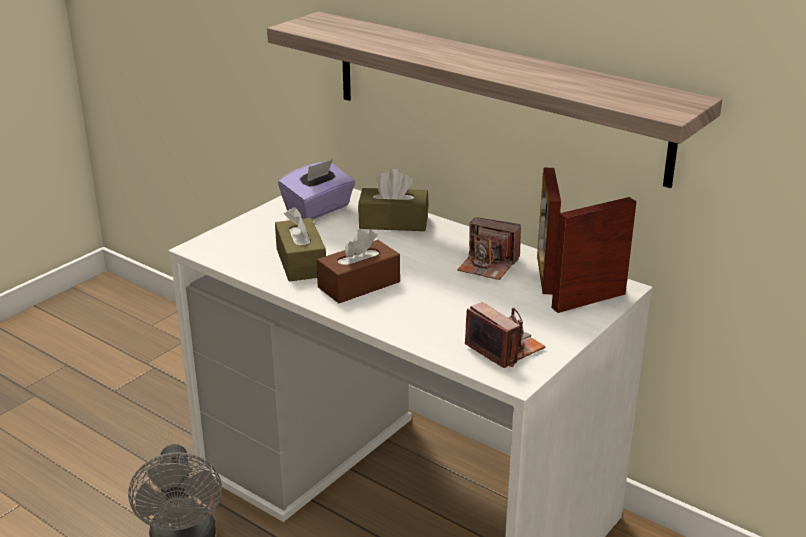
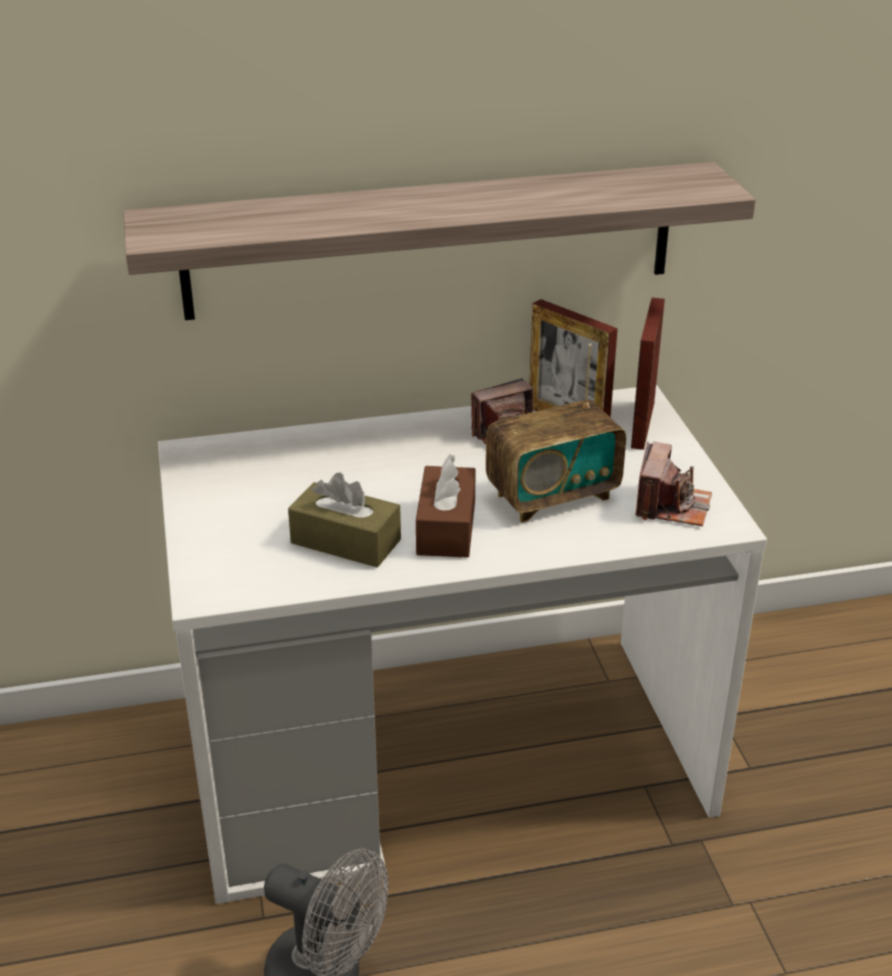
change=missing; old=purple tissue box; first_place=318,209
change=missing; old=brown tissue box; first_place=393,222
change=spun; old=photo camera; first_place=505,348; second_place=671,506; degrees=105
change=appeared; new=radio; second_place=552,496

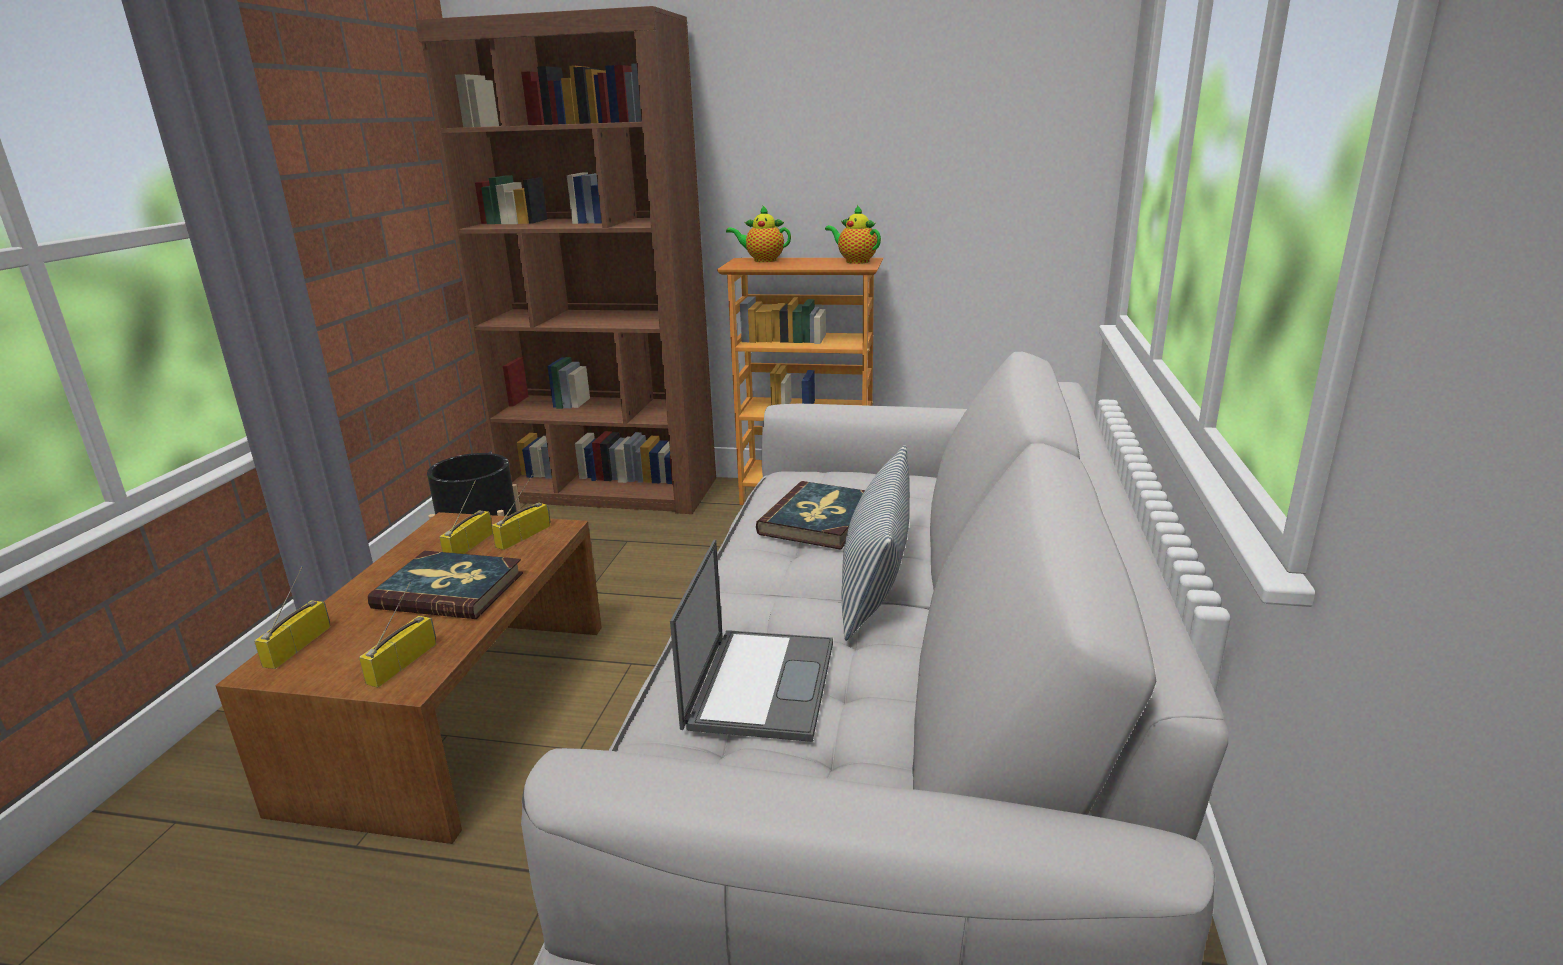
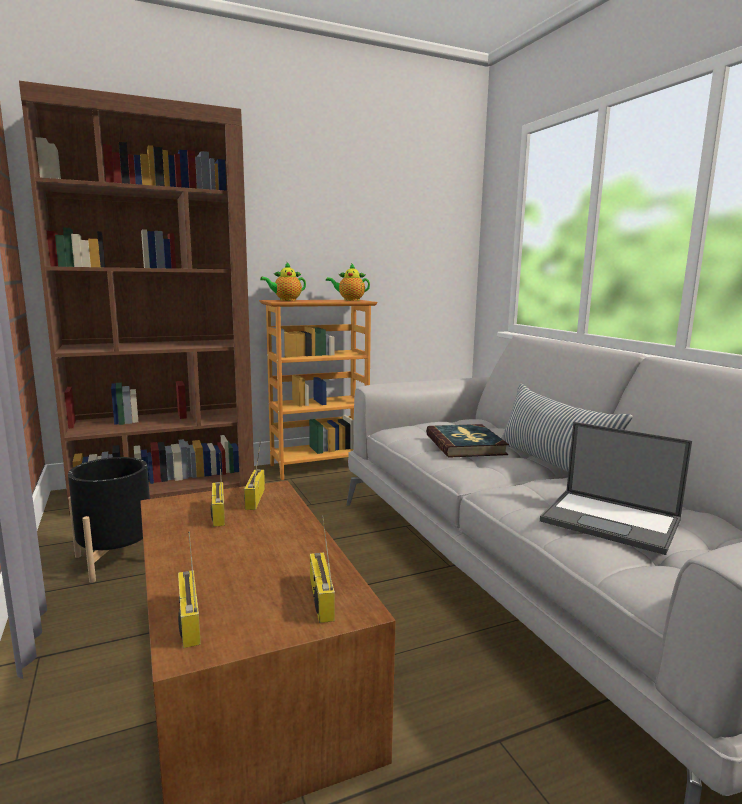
change=spun; old=laptop; first_place=760,682; second_place=612,521; degrees=150
change=missing; old=book; first_place=450,590

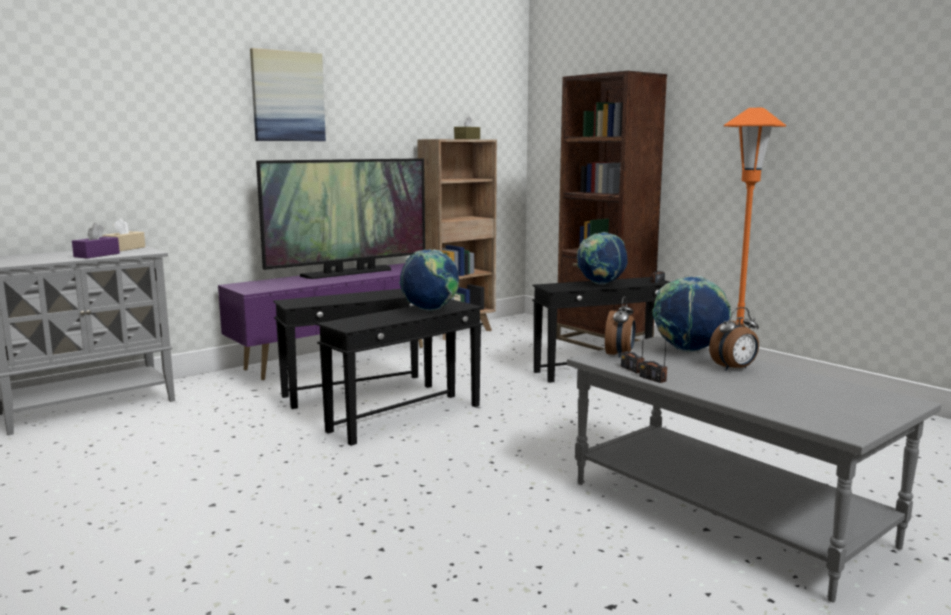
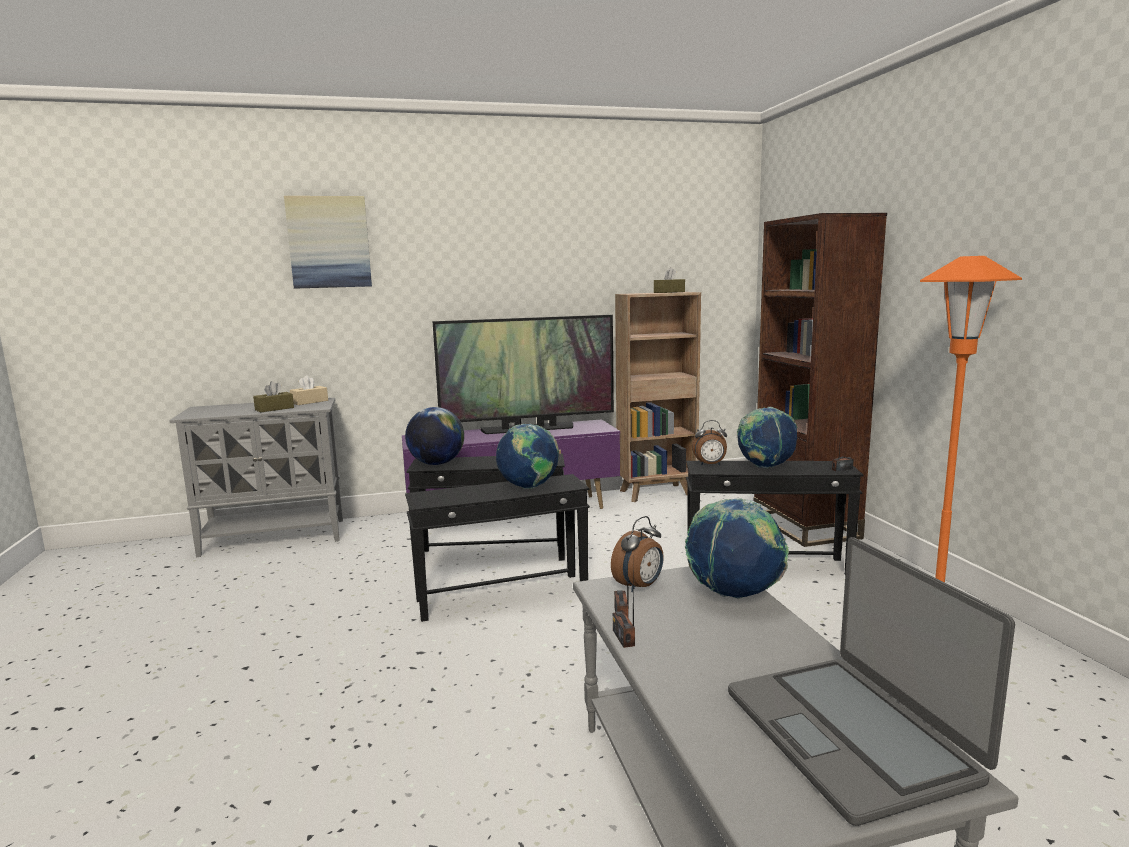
change=relocated; old=picture; first_place=287,96; second_place=329,242
change=colour; old=purple tissue box; new=brown tissue box; first_place=97,255; second_place=274,409
change=relocated; old=alarm clock; first_place=734,369; second_place=710,465
change=appeared; new=globe; second_place=436,463
change=appeared; new=laptop; second_place=849,734

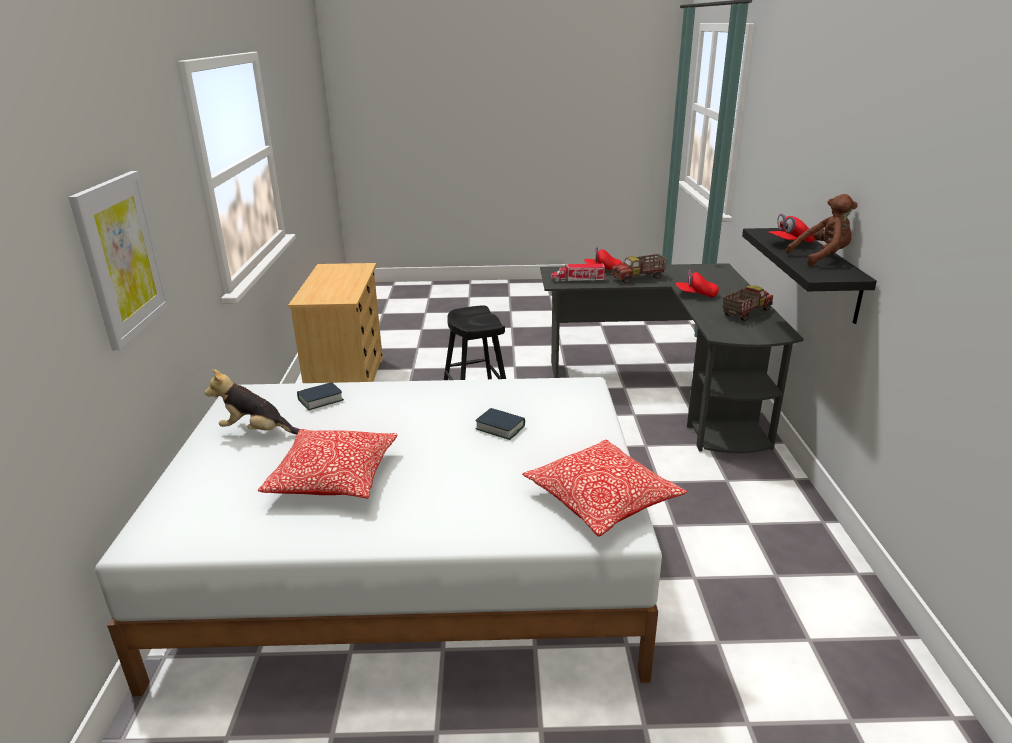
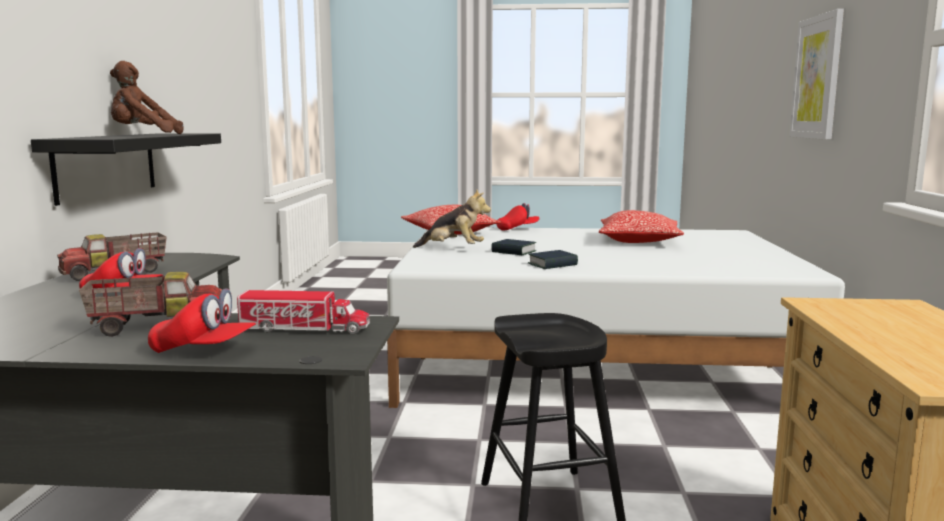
change=relocated; old=red cap; first_place=790,243; second_place=517,229
change=relocated; old=plush toy; first_place=257,431; second_place=453,249
change=relocated; old=book; first_place=320,400; second_place=552,264

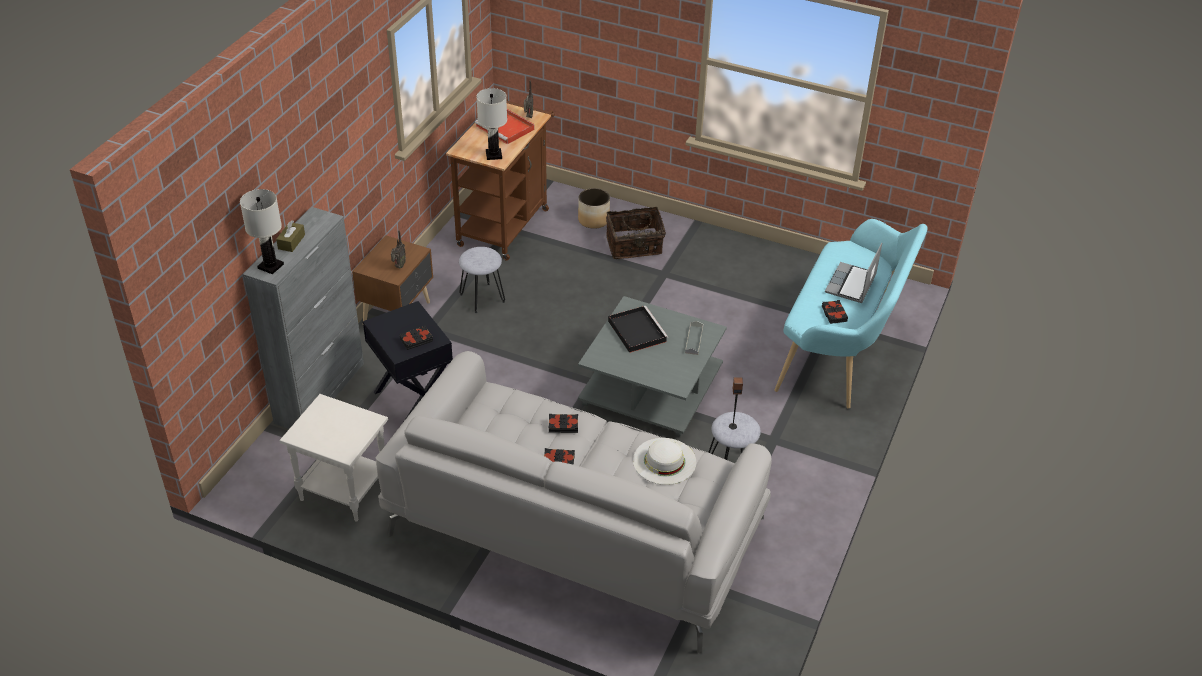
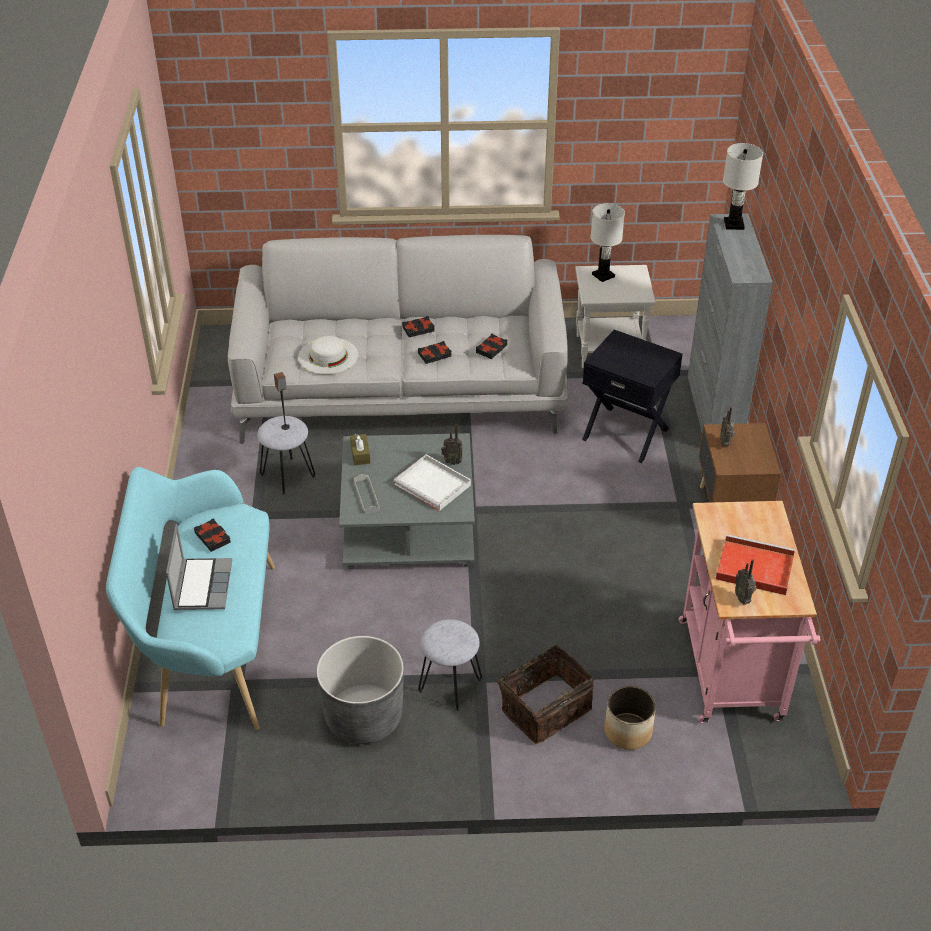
change=relocated; old=white table lamp; first_place=494,155; second_place=603,275
change=colour; old=brown cart; new=pink cart; first_place=506,223; second_place=732,677
change=relocated; old=brown tissue box; first_place=291,242; second_place=360,454
change=relocated; old=grey stool; first_place=482,298; second_place=450,686
change=colour; old=black tray; new=white tray; first_place=636,330; second_place=434,485
change=relocated; old=black book; first_place=416,340; second_place=492,349
change=appeared; new=radio; second_place=452,461
change=appeared; new=grey planter; second_place=364,717

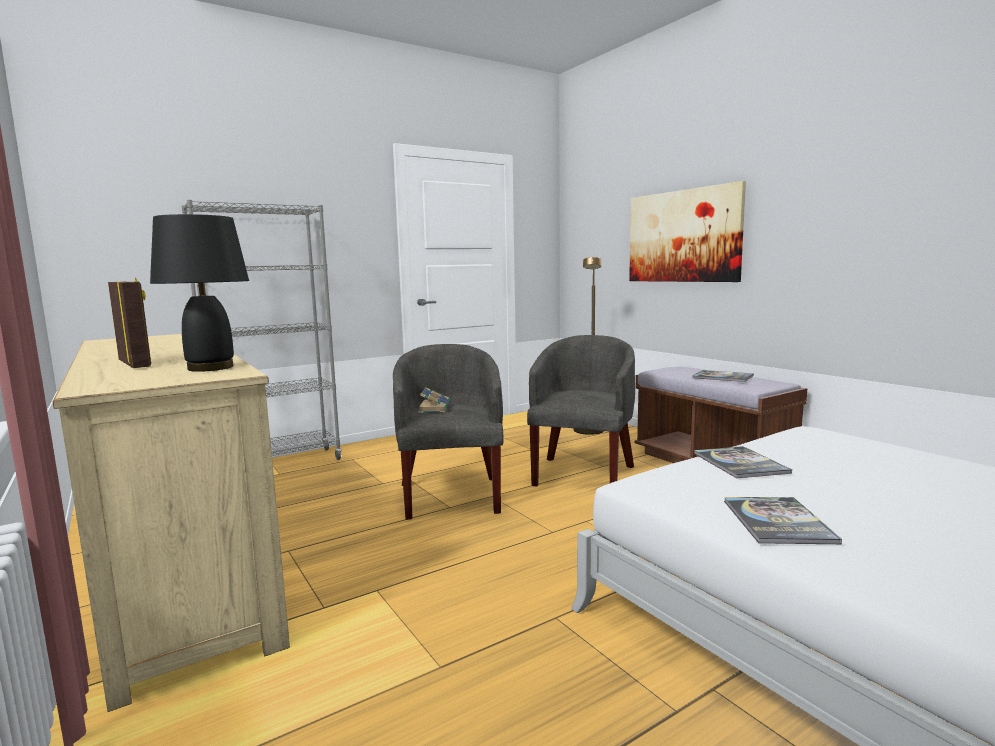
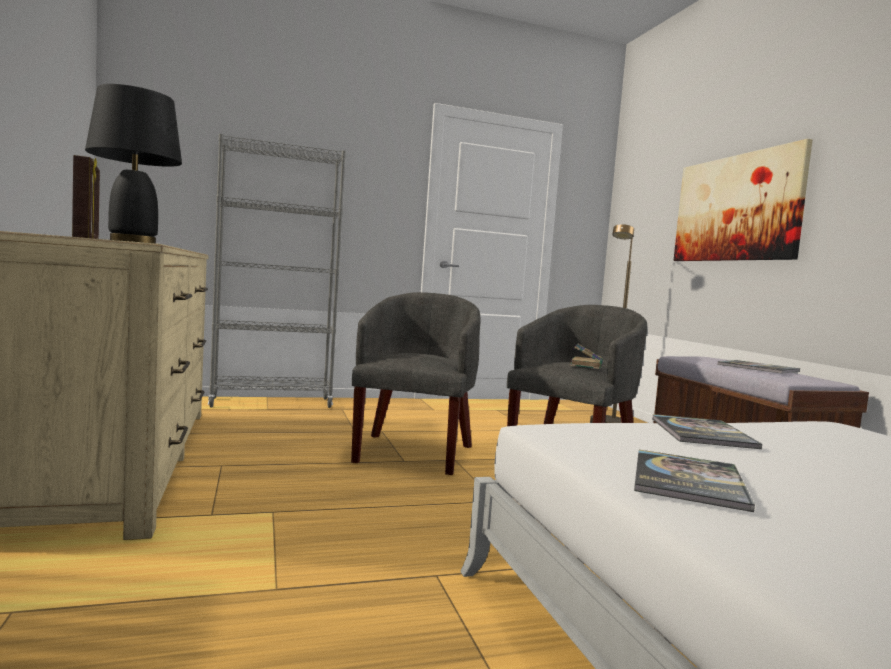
change=relocated; old=book; first_place=434,408; second_place=586,365

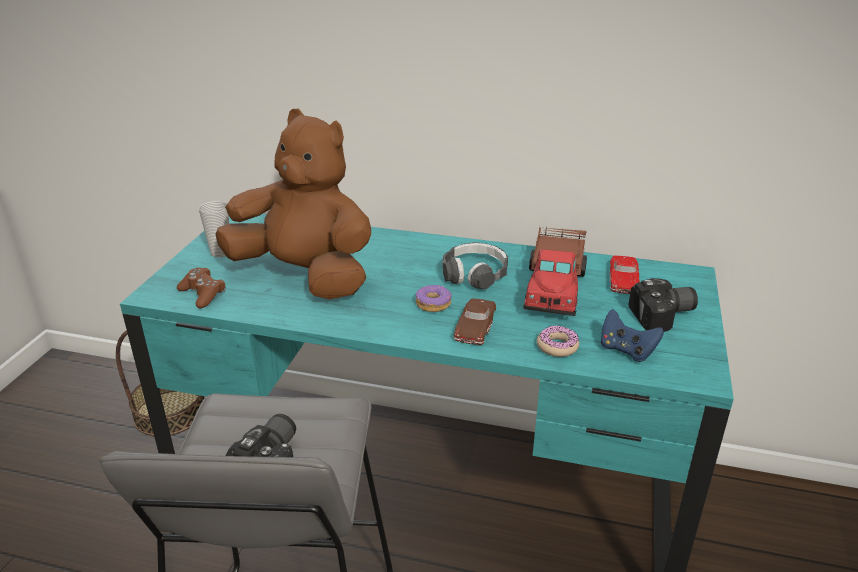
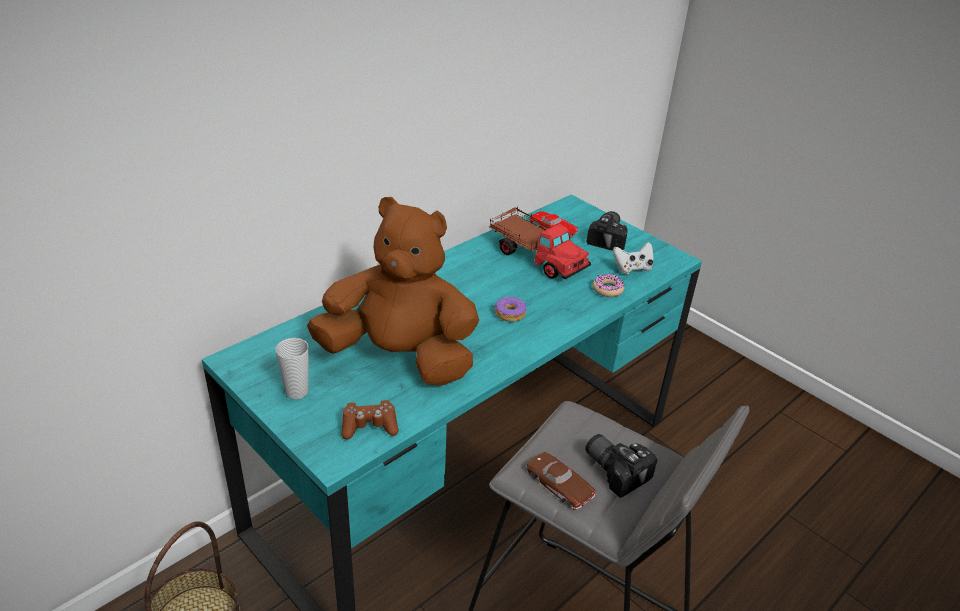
change=spun; old=brown plush toy; first_place=305,276; second_place=400,357; degrees=45
change=missing; old=headphones; first_place=475,274
change=relocated; old=brown toy car; first_place=475,325; second_place=559,484
change=colour; old=blue game controller; new=white game controller; first_place=626,350; second_place=632,268

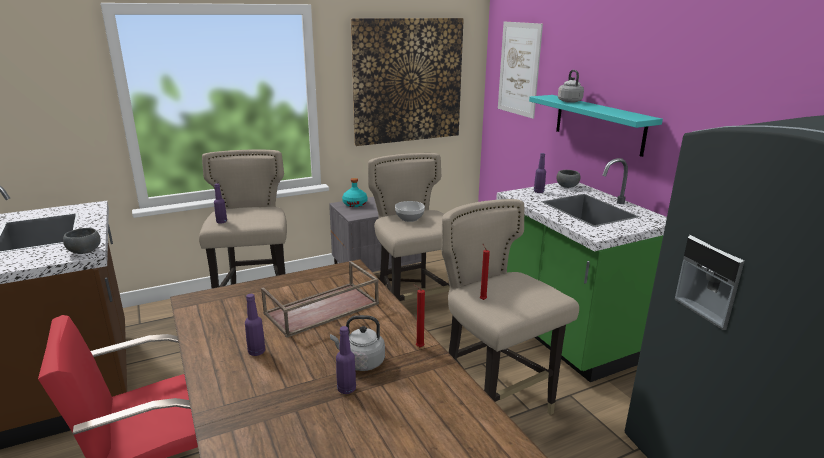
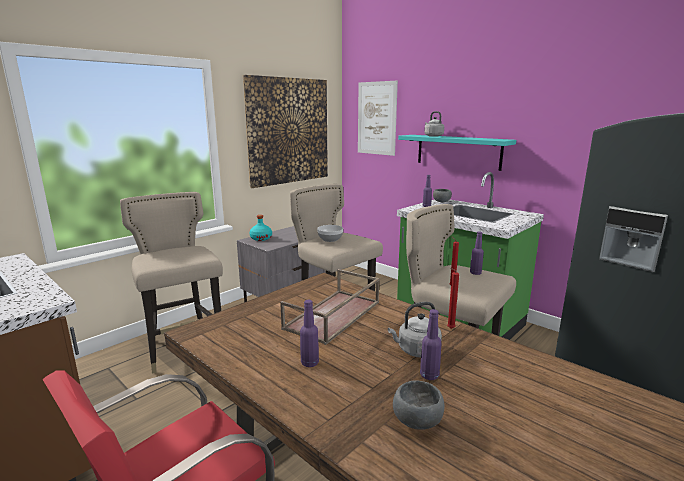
change=relocated; old=purple bottle; first_place=221,222; second_place=475,273
change=relocated; old=grey bowl; first_place=84,252; second_place=418,422

